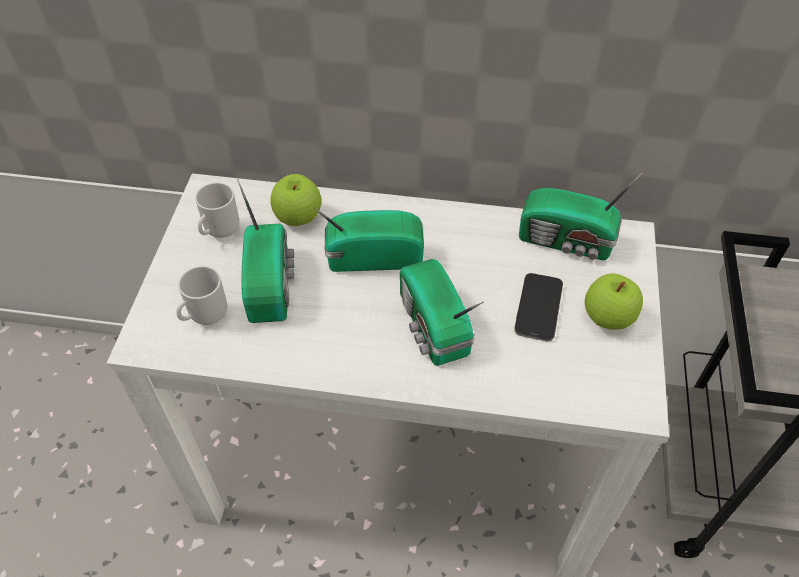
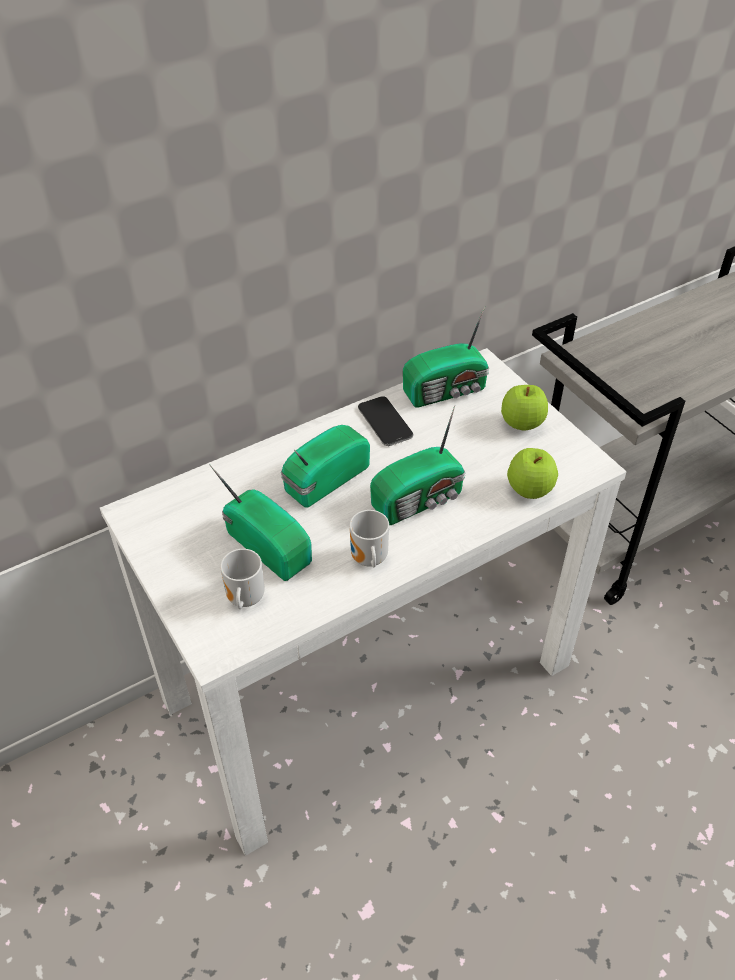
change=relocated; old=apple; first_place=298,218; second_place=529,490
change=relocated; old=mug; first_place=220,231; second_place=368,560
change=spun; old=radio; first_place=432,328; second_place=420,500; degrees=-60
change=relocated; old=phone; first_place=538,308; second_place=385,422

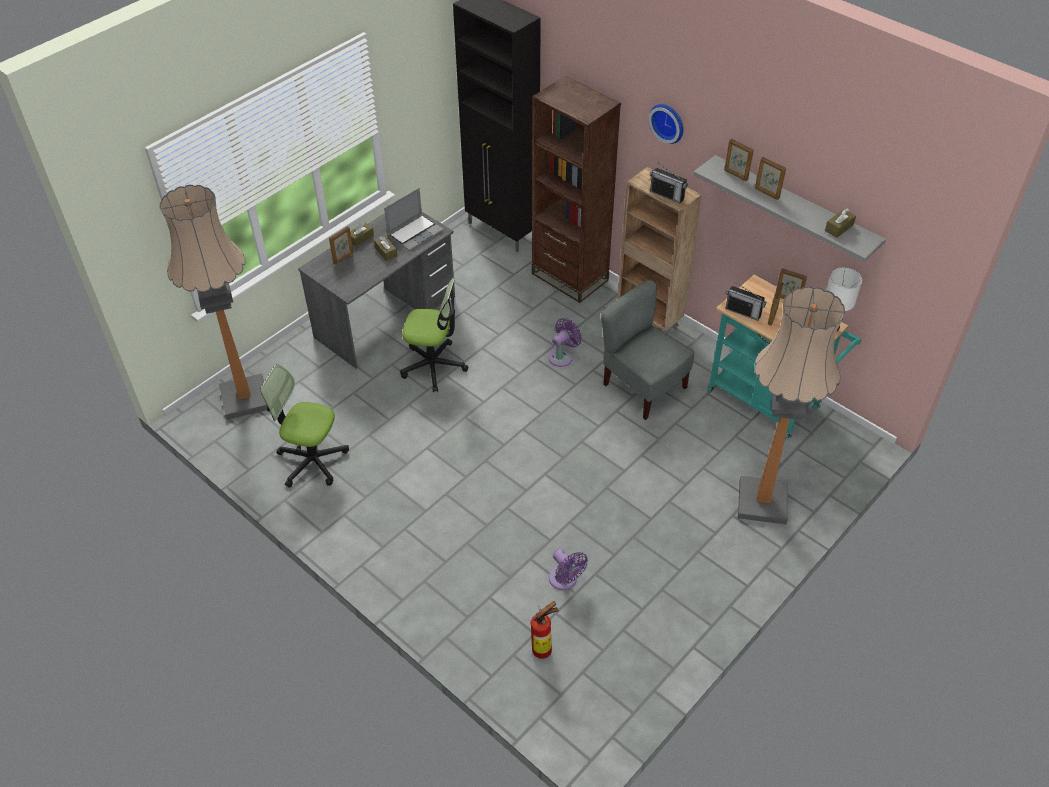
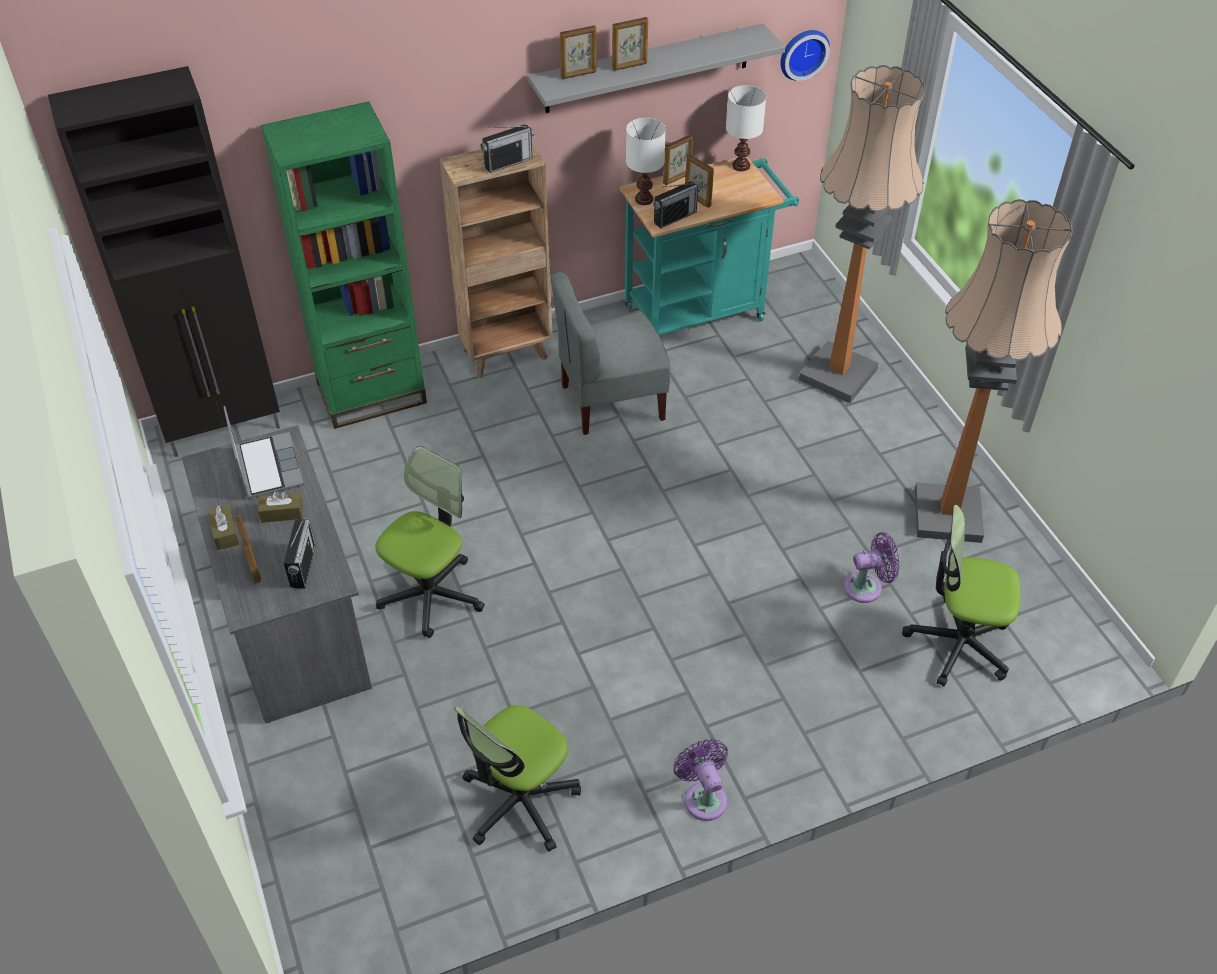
change=colour; old=brown bookcase; new=green bookcase; first_place=569,277; second_place=372,394
change=relocated; old=wall clock; first_place=668,122; second_place=802,53
change=relocated; old=floor lamp; first_place=245,399; second_place=947,515
change=missing; old=brown tissue box; first_place=839,228
change=relocated; old=purple fan; first_place=562,356; second_place=703,797
change=exchanged; old=fire extinguisher; new=office chair; first_place=544,649; second_place=958,643
change=appeared; new=white table lamp; second_place=643,199
change=appeared; new=radio; second_place=303,566

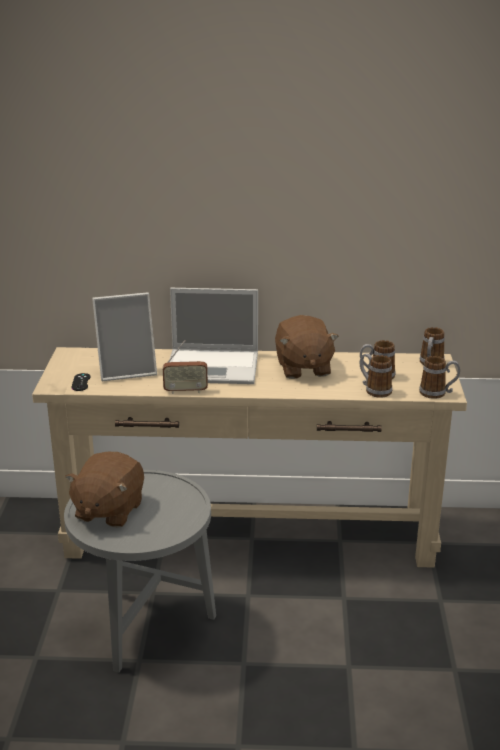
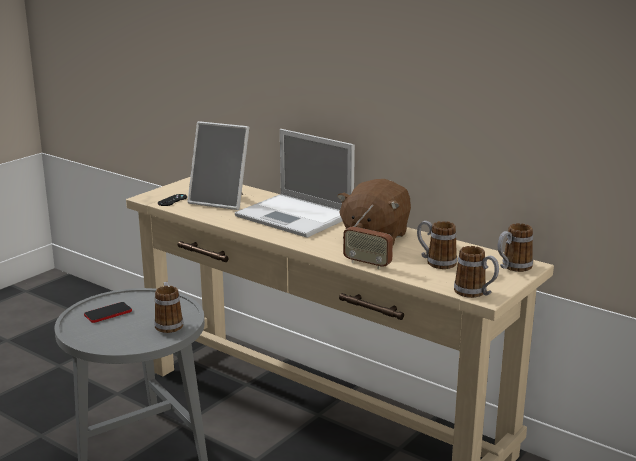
change=relocated; old=radio; first_place=185,391; second_place=367,264
change=relocated; old=mug; first_place=374,390; second_place=168,324
change=exchanged; old=brown plush toy; new=phone; first_place=108,511; second_place=108,313

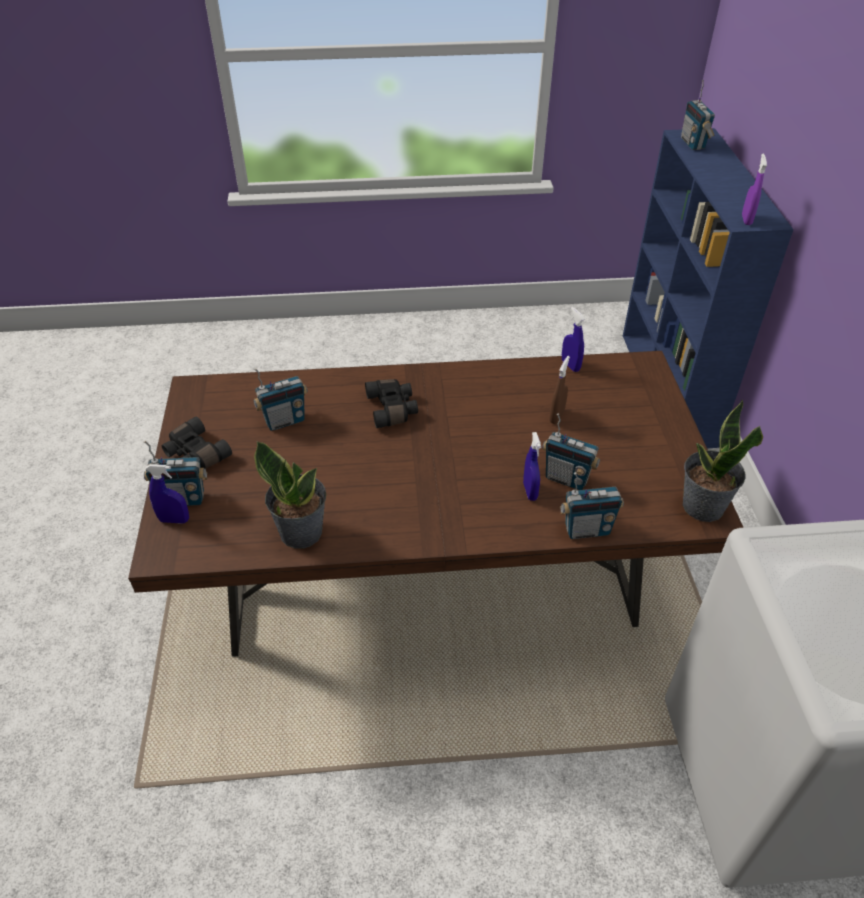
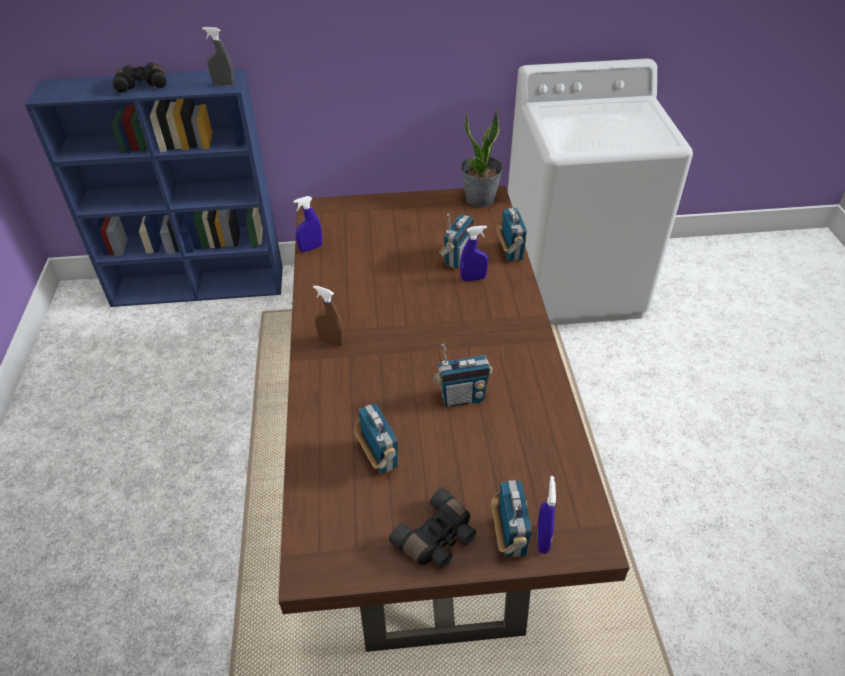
change=relocated; old=radio; first_place=693,144; second_place=462,398
change=colour; old=purple spray bottle; new=grey spray bottle; first_place=746,220; second_place=223,84
change=relocated; old=brown spray bottle; first_place=556,416; second_place=331,341
change=relocated; old=black binoculars; first_place=393,409; second_place=142,84
change=missing; old=potted plant; first_place=301,531

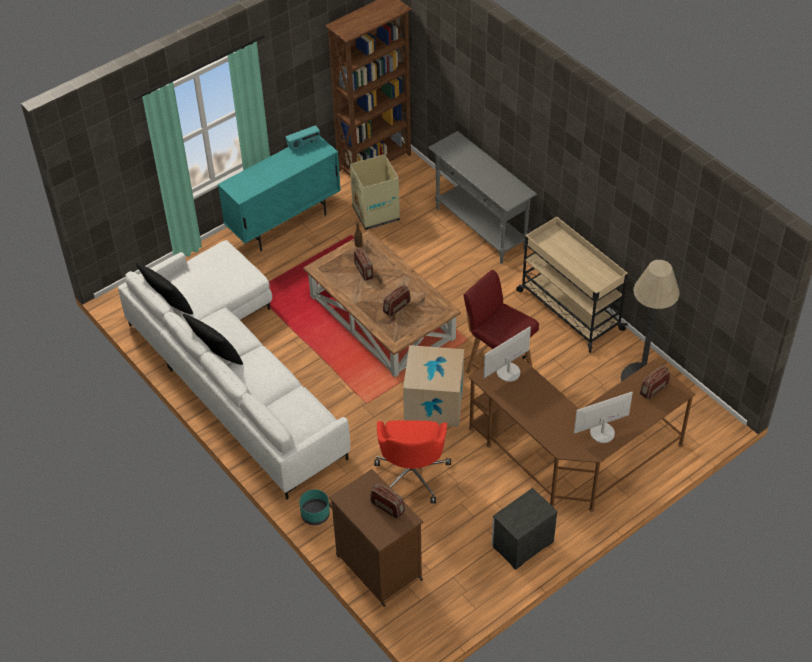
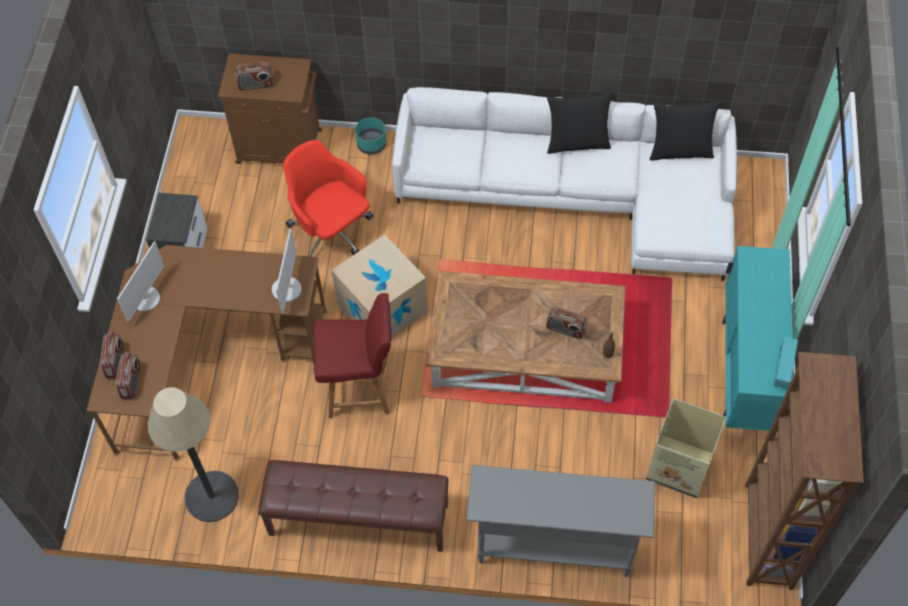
change=exchanged; old=beige cart; new=brown bench; first_place=568,309; second_place=358,520
change=relocated; old=radio; first_place=396,307; second_place=115,361

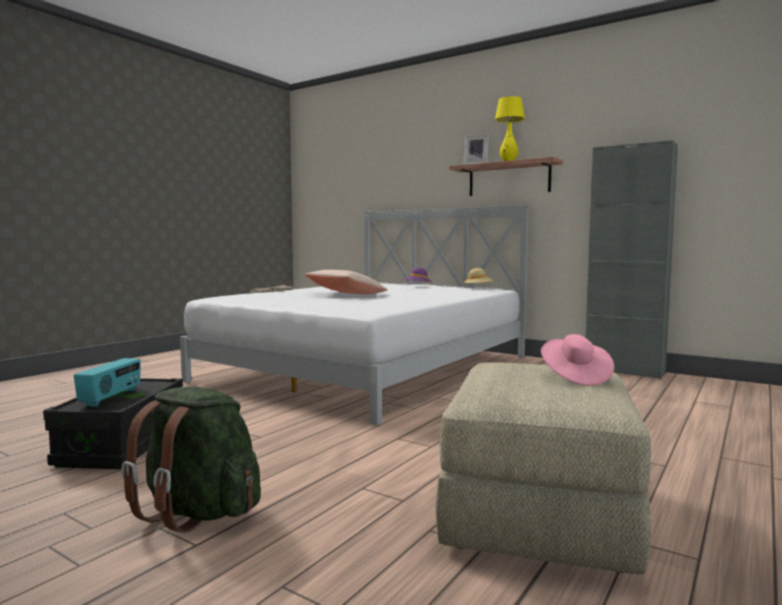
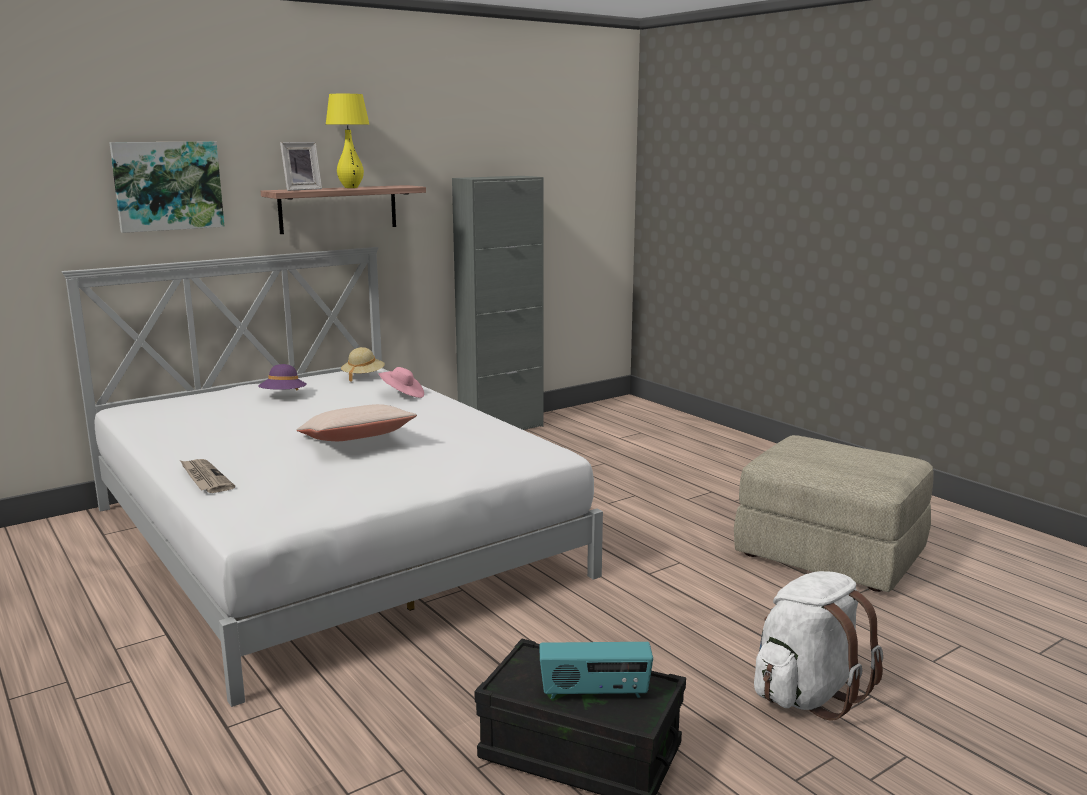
change=relocated; old=pink hat; first_place=575,377; second_place=402,395
change=spun; old=radio; first_place=111,398; second_place=595,693; degrees=150
change=colour; old=green backpack; new=white backpack; first_place=198,512; second_place=807,694
change=appeared; new=picture; second_place=168,186

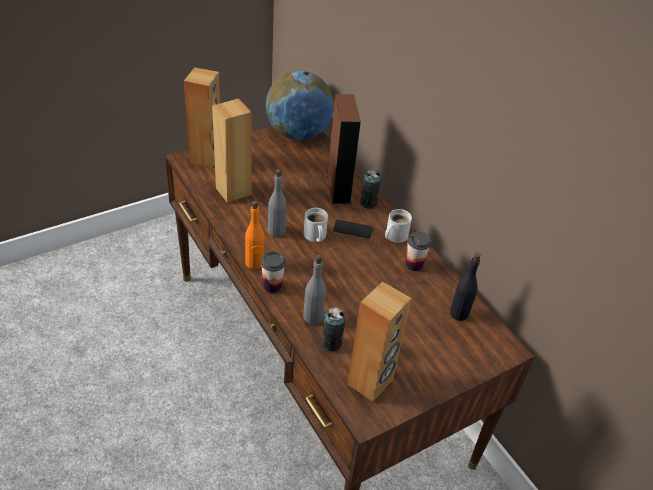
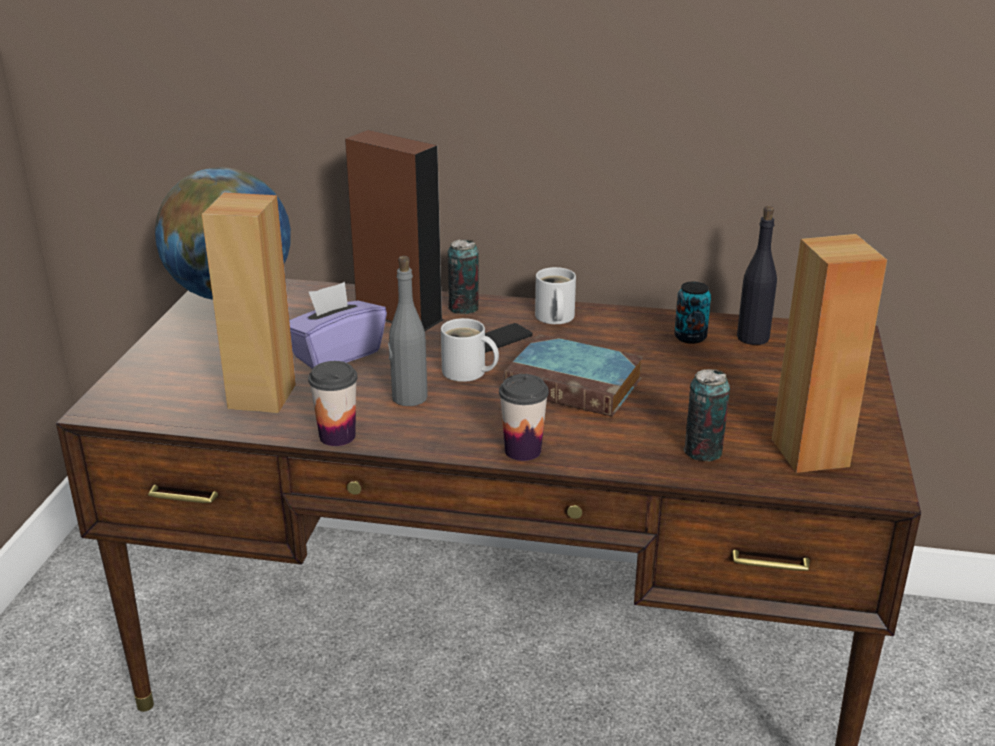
change=missing; old=brown speaker; first_place=206,158
change=missing; old=orange bottle; first_place=254,263
change=relocated; old=cup; first_place=414,264; second_place=337,436
change=missing; old=grey bottle; first_place=313,316
change=appeared; new=purple tissue box; second_place=336,354
change=appeared; new=can; second_place=690,337
change=appeared; new=book; second_place=576,385

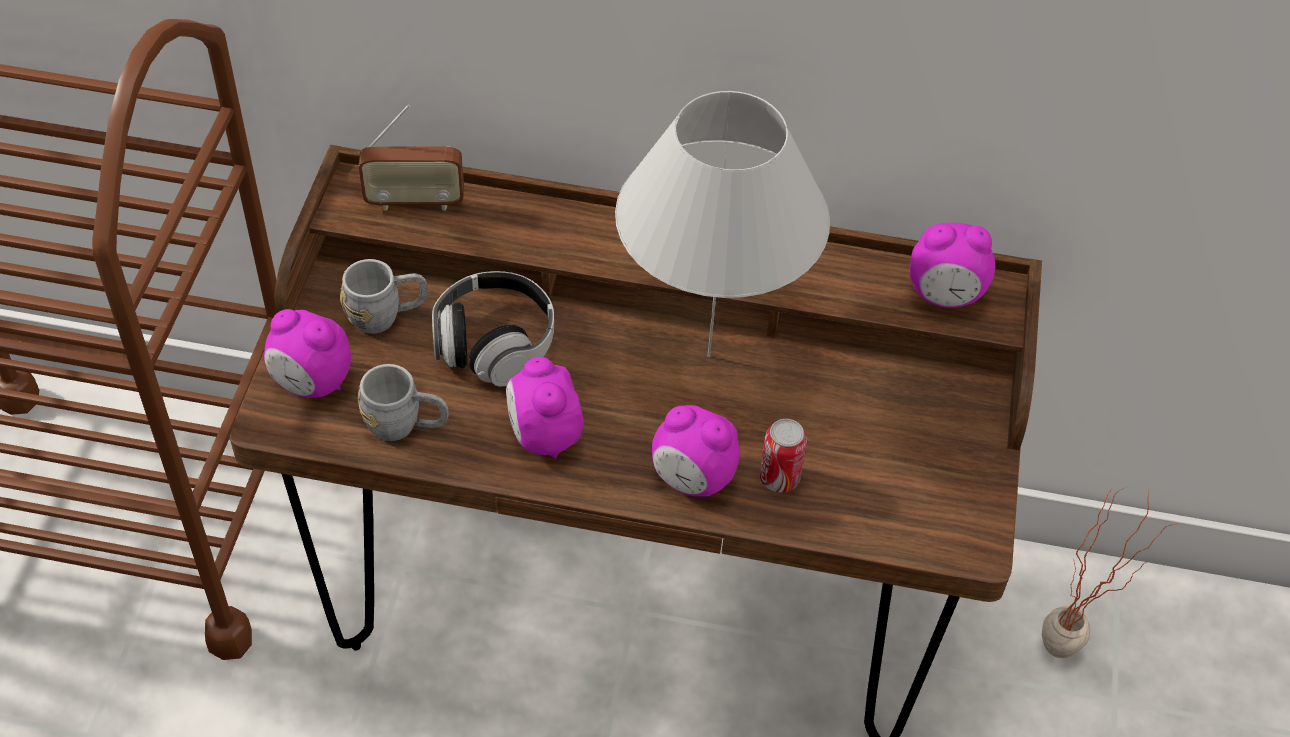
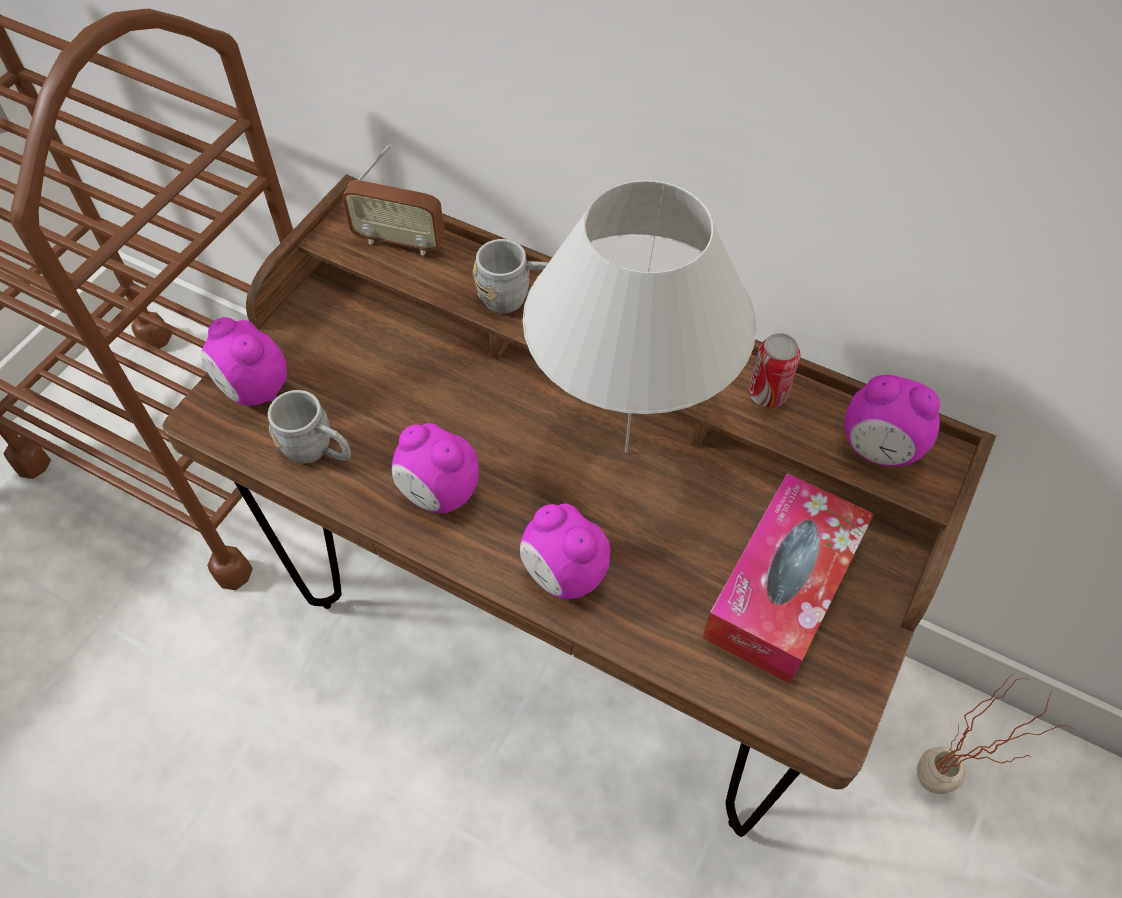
change=relocated; old=grey mug; first_place=387,315; second_place=516,299
change=missing; old=headphones; first_place=494,344
change=spun; old=alarm clock; first_place=543,436; second_place=438,493; degrees=-60
change=relocated; old=can; first_place=779,478; second_place=767,394
change=appeared; new=tissue box; second_place=782,589

